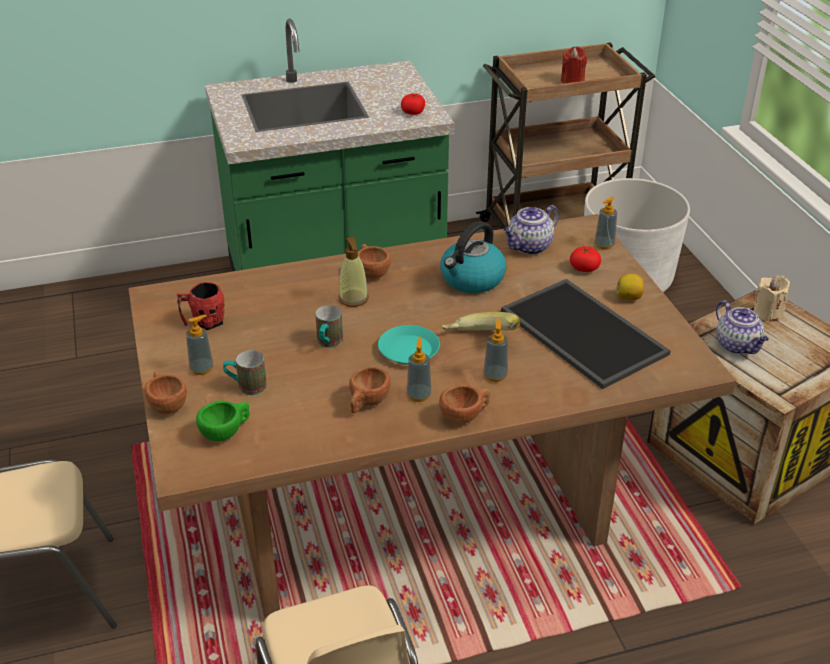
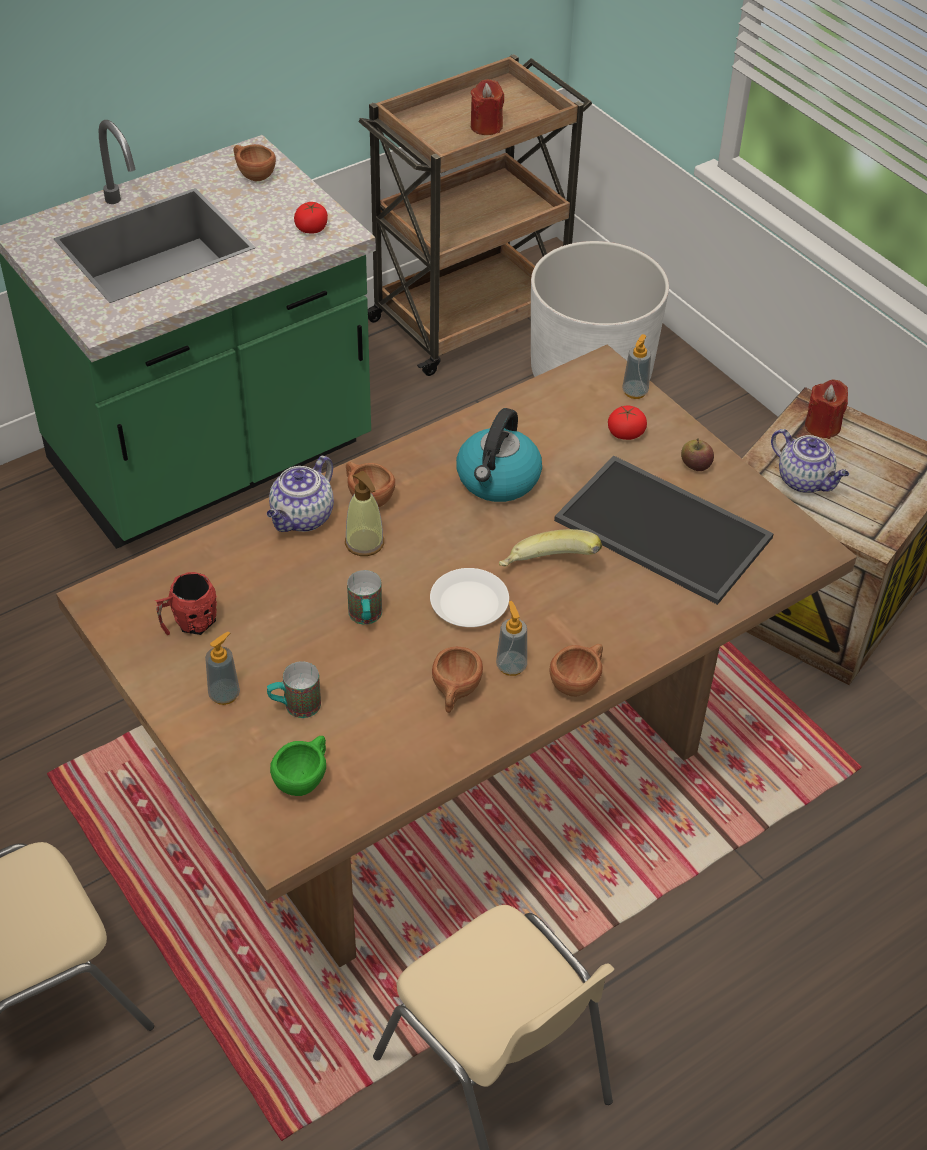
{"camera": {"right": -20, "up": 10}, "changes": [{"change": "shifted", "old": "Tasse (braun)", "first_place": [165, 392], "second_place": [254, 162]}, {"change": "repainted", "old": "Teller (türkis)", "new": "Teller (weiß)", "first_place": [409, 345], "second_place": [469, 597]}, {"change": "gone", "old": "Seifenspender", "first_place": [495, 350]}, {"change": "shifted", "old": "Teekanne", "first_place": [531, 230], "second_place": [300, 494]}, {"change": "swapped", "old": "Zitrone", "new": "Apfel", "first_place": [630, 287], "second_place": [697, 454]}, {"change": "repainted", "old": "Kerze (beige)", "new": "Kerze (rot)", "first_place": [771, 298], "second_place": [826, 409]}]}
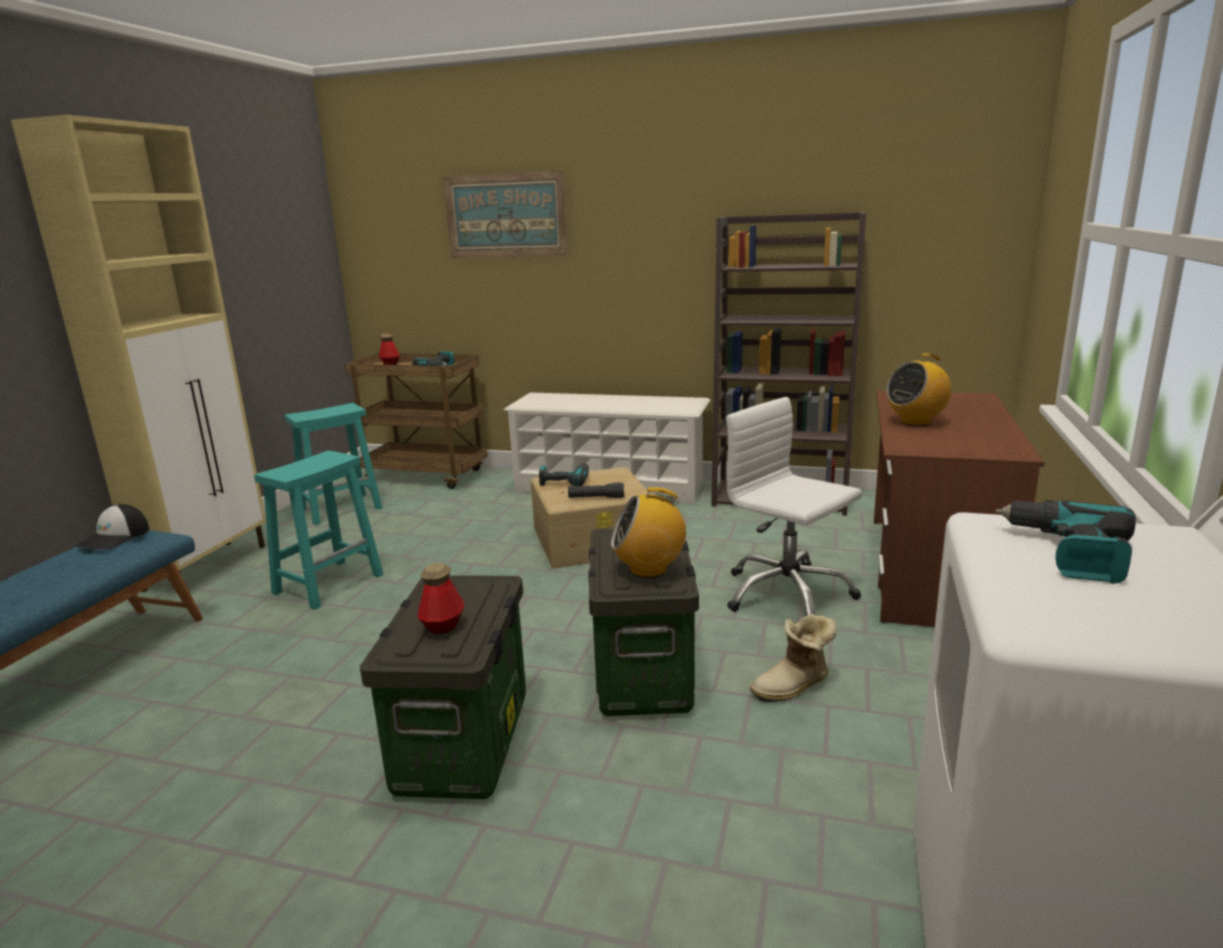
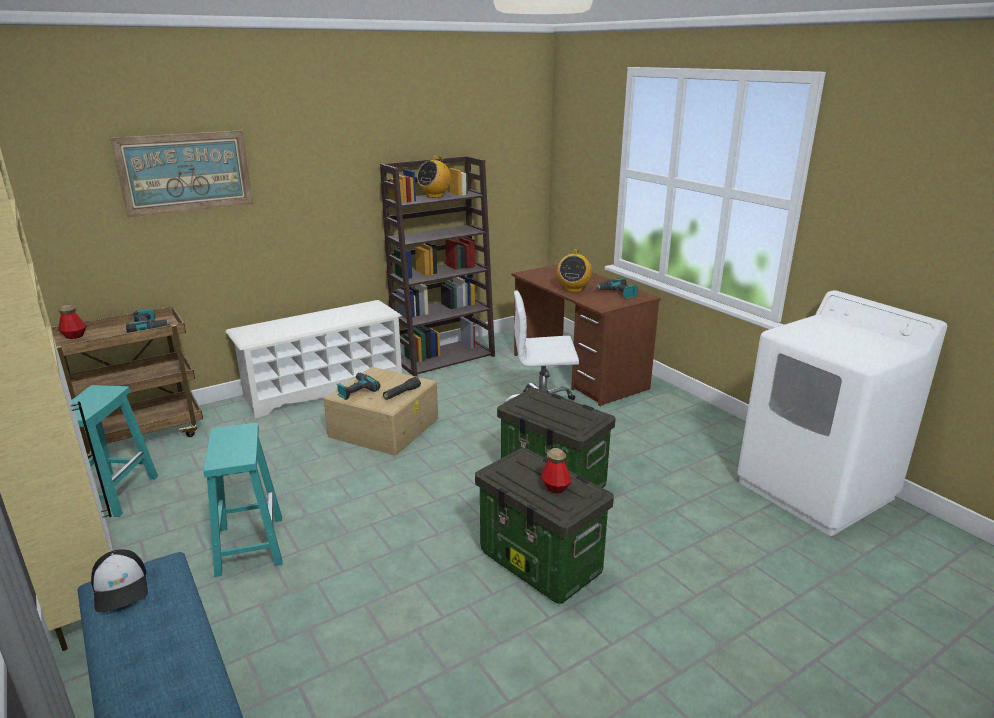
{"camera": {"right": -50, "up": 5}, "changes": [{"change": "shifted", "old": "Radio", "first_place": [648, 532], "second_place": [434, 177]}, {"change": "gone", "old": "Stiefel", "first_place": [793, 657]}, {"change": "shifted", "old": "Bohrmaschine", "first_place": [1065, 542], "second_place": [616, 288]}]}
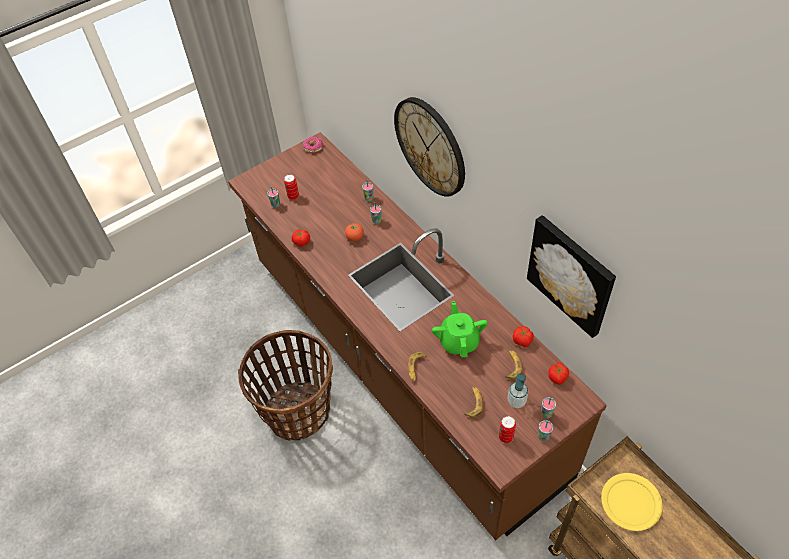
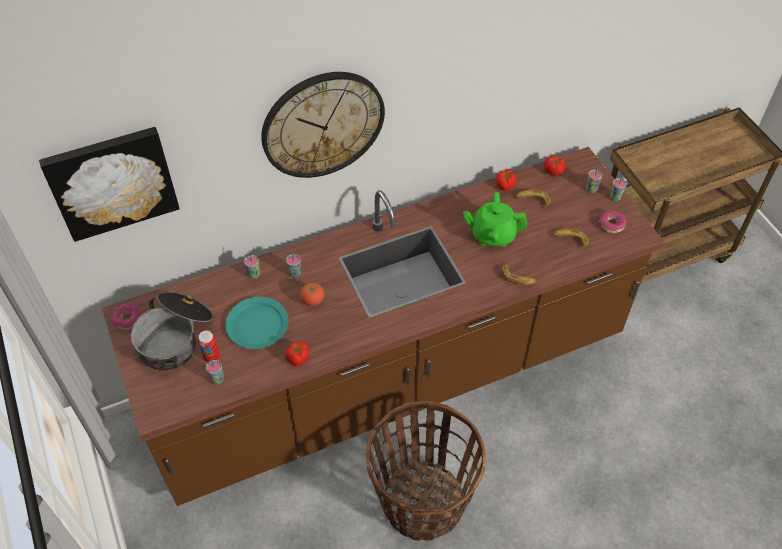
{"camera": {"right": -80, "up": 0}, "changes": [{"change": "swapped", "old": "Dose", "new": "Donut", "first_place": [507, 429], "second_place": [613, 221]}, {"change": "gone", "old": "Seifenspender", "first_place": [518, 391]}, {"change": "shifted", "old": "Bild", "first_place": [571, 276], "second_place": [109, 184]}, {"change": "gone", "old": "Teller (gelb)", "first_place": [631, 502]}, {"change": "new", "new": "Kochtopf", "second_place": [172, 331]}, {"change": "new", "new": "Teller (türkis)", "second_place": [256, 323]}]}
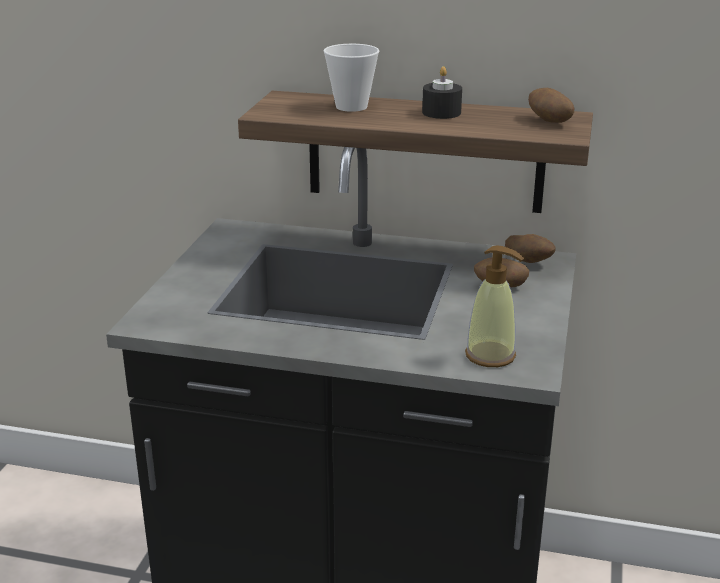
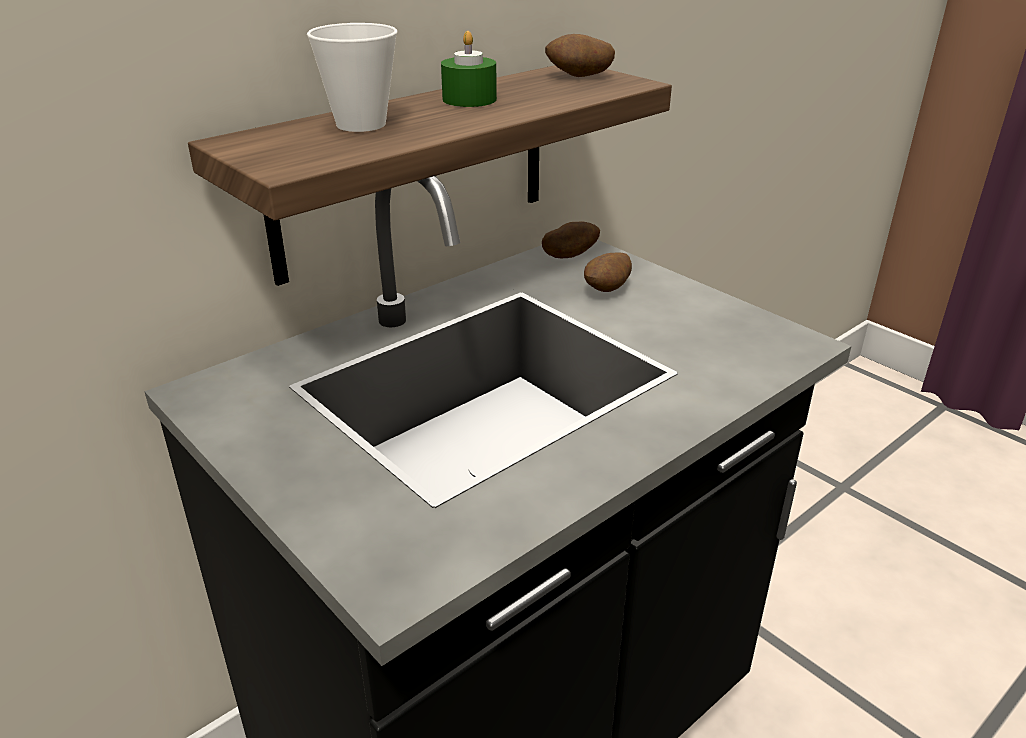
{"camera": {"right": -55, "up": 5}, "changes": [{"change": "repainted", "old": "Kerze (schwarz)", "new": "Kerze (grün)", "first_place": [442, 92], "second_place": [469, 69]}, {"change": "gone", "old": "Seifenspender", "first_place": [494, 306]}]}
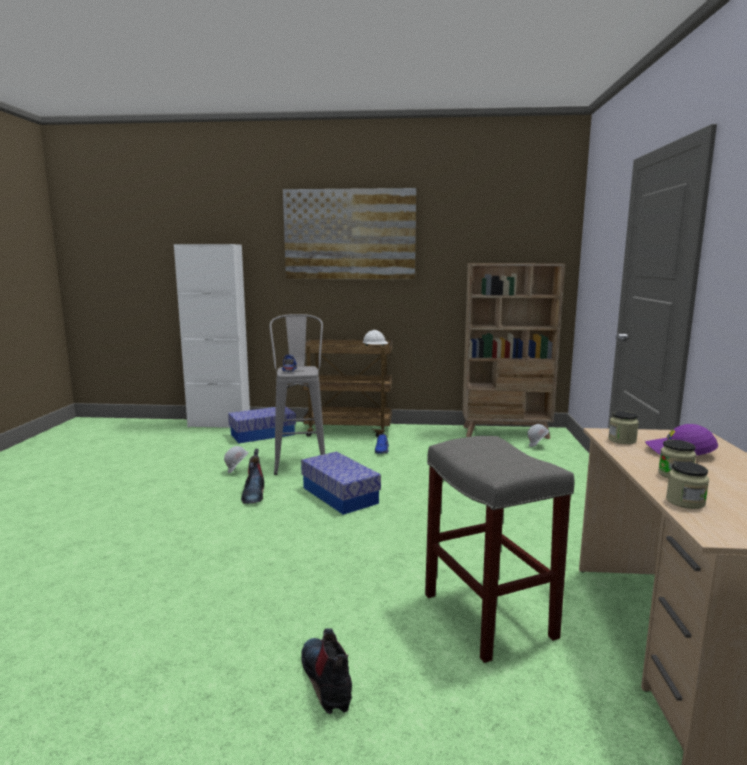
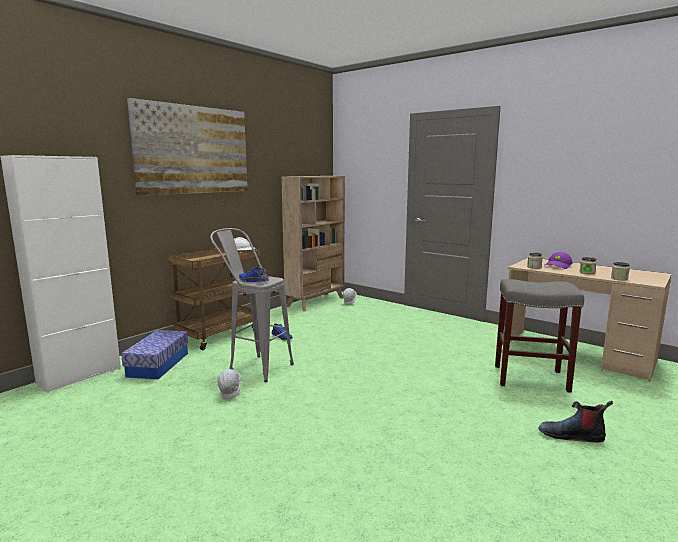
{"camera": {"right": -55, "up": 0}, "changes": [{"change": "gone", "old": "Stiefel", "first_place": [252, 476]}, {"change": "gone", "old": "Aufbewahrungsbox", "first_place": [341, 483]}]}
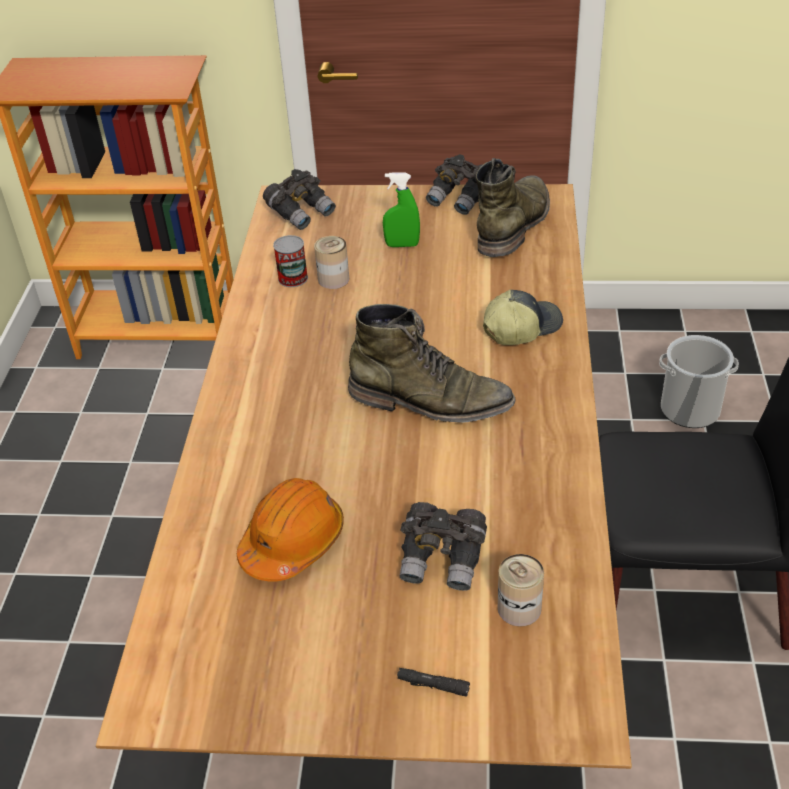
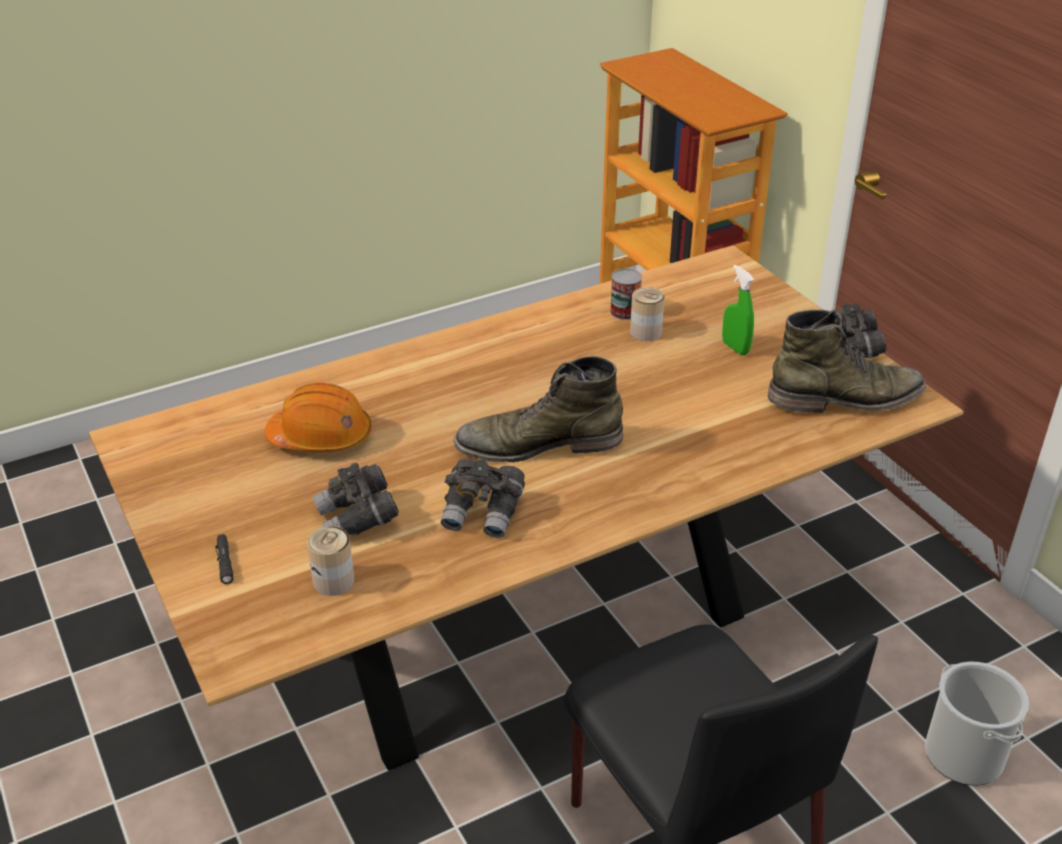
{"camera": {"right": 55, "up": -5}, "changes": [{"change": "shifted", "old": "Fernglas (grau)", "first_place": [299, 199], "second_place": [483, 498]}, {"change": "rotated", "old": "Stiefel (grün)", "first_place": [432, 363], "second_place": [538, 409], "degrees": 105}, {"change": "gone", "old": "Kappe", "first_place": [523, 317]}]}
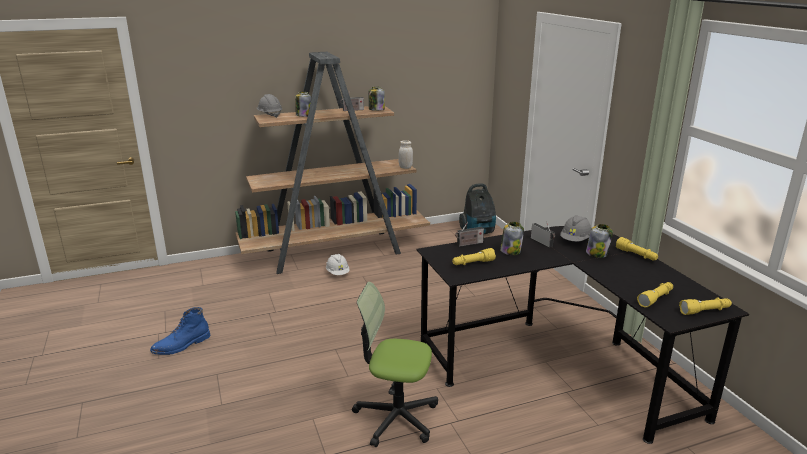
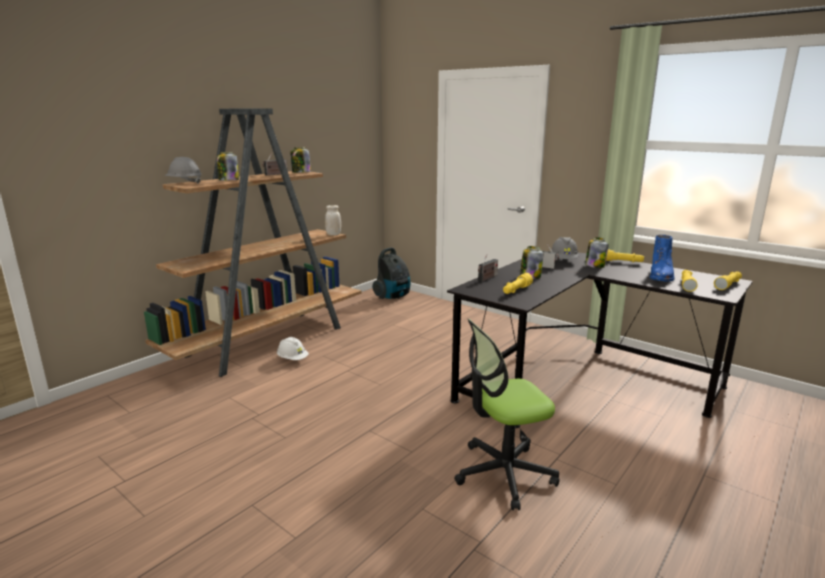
{"camera": {"right": -30, "up": -5}, "changes": [{"change": "shifted", "old": "Stiefel (blau)", "first_place": [180, 331], "second_place": [662, 258]}]}
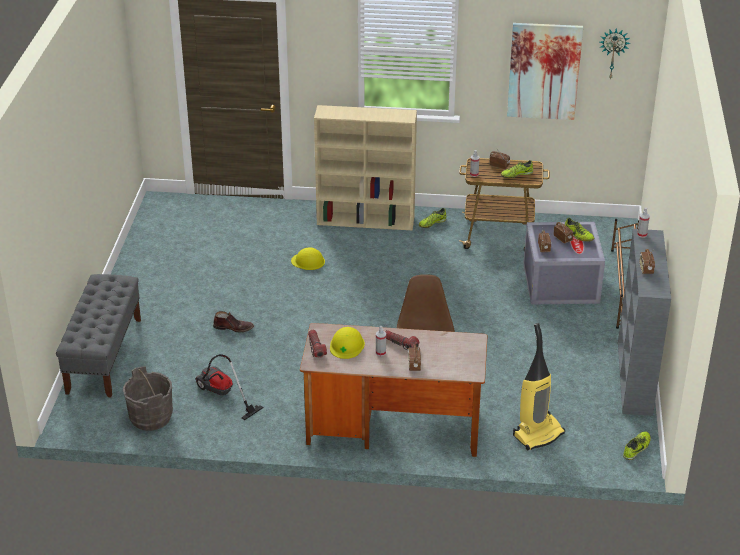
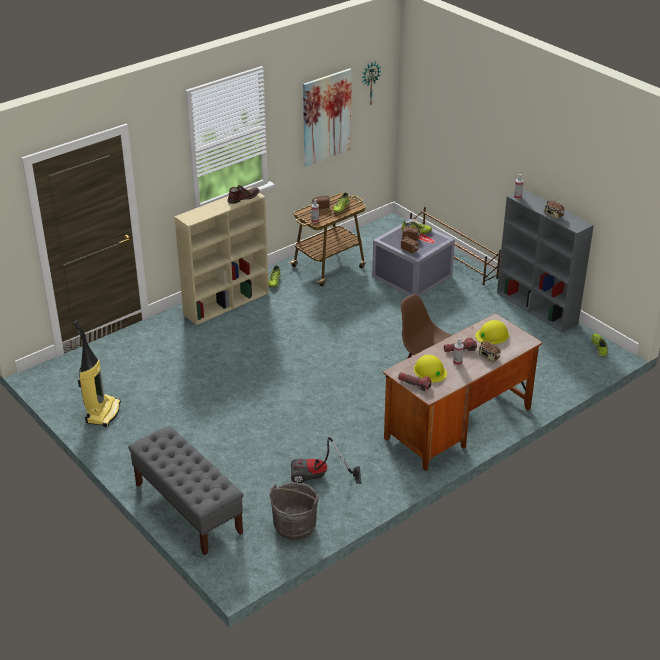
{"camera": {"right": -45, "up": 0}, "changes": [{"change": "shifted", "old": "Stiefel (braun)", "first_place": [233, 322], "second_place": [243, 194]}, {"change": "shifted", "old": "Schutzhelm (gelb)", "first_place": [308, 258], "second_place": [492, 332]}, {"change": "shifted", "old": "Staubsauger", "first_place": [539, 386], "second_place": [97, 374]}]}
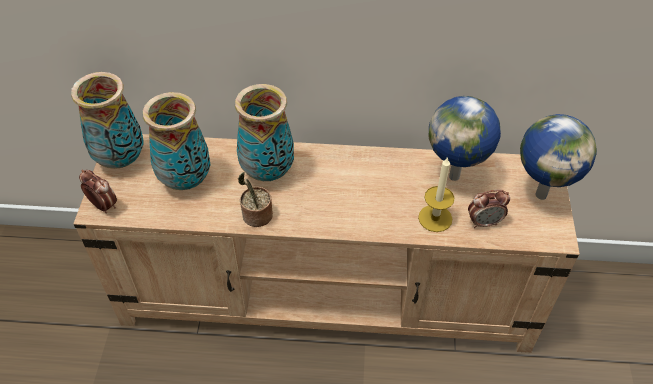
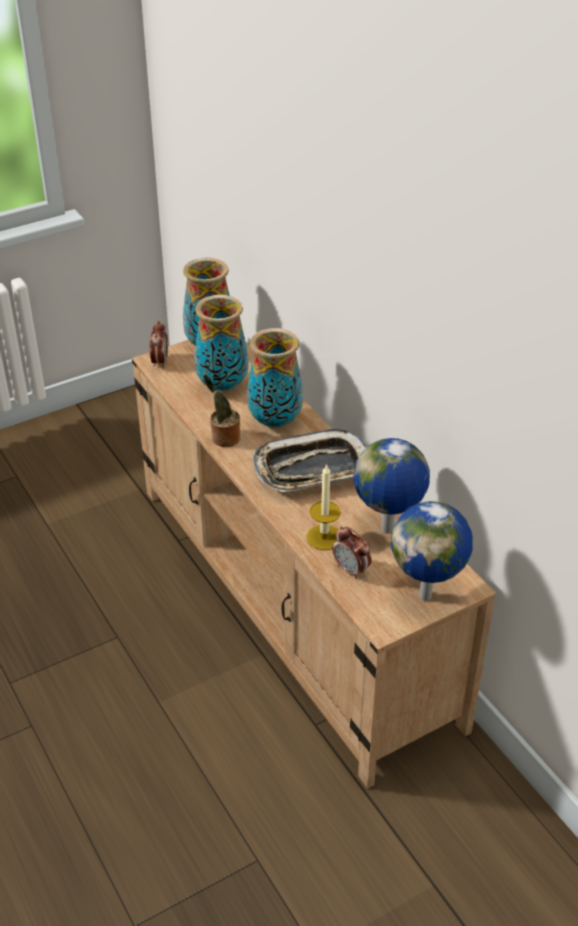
{"camera": {"right": 55, "up": -10}, "changes": [{"change": "new", "new": "Tablett", "second_place": [310, 460]}]}
